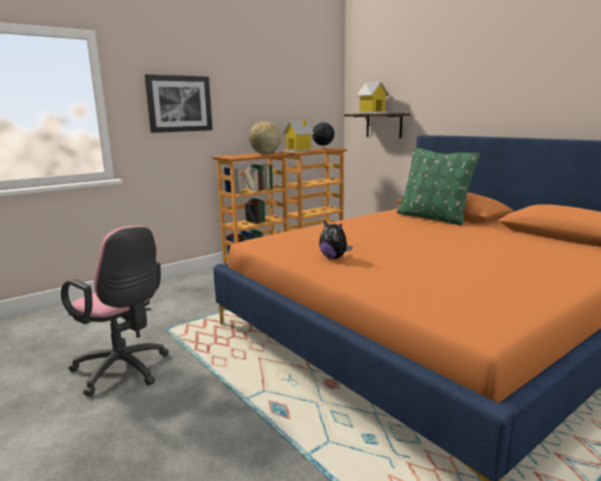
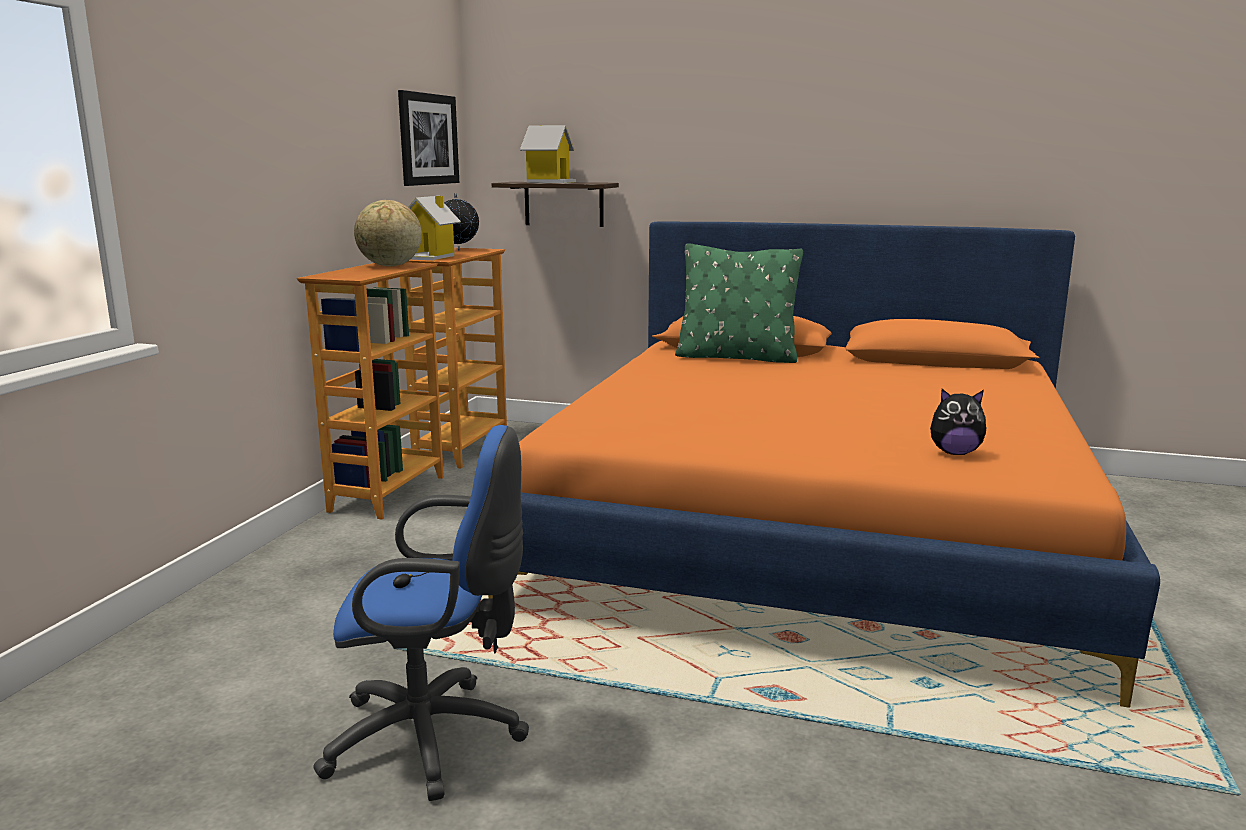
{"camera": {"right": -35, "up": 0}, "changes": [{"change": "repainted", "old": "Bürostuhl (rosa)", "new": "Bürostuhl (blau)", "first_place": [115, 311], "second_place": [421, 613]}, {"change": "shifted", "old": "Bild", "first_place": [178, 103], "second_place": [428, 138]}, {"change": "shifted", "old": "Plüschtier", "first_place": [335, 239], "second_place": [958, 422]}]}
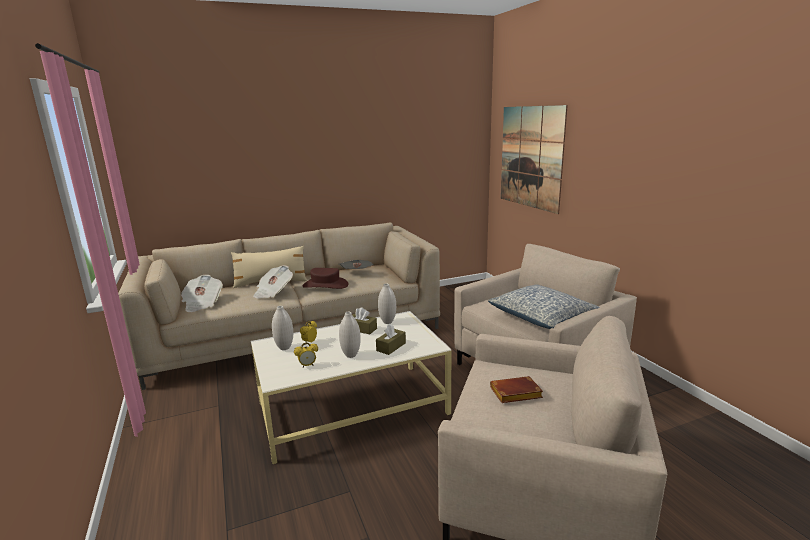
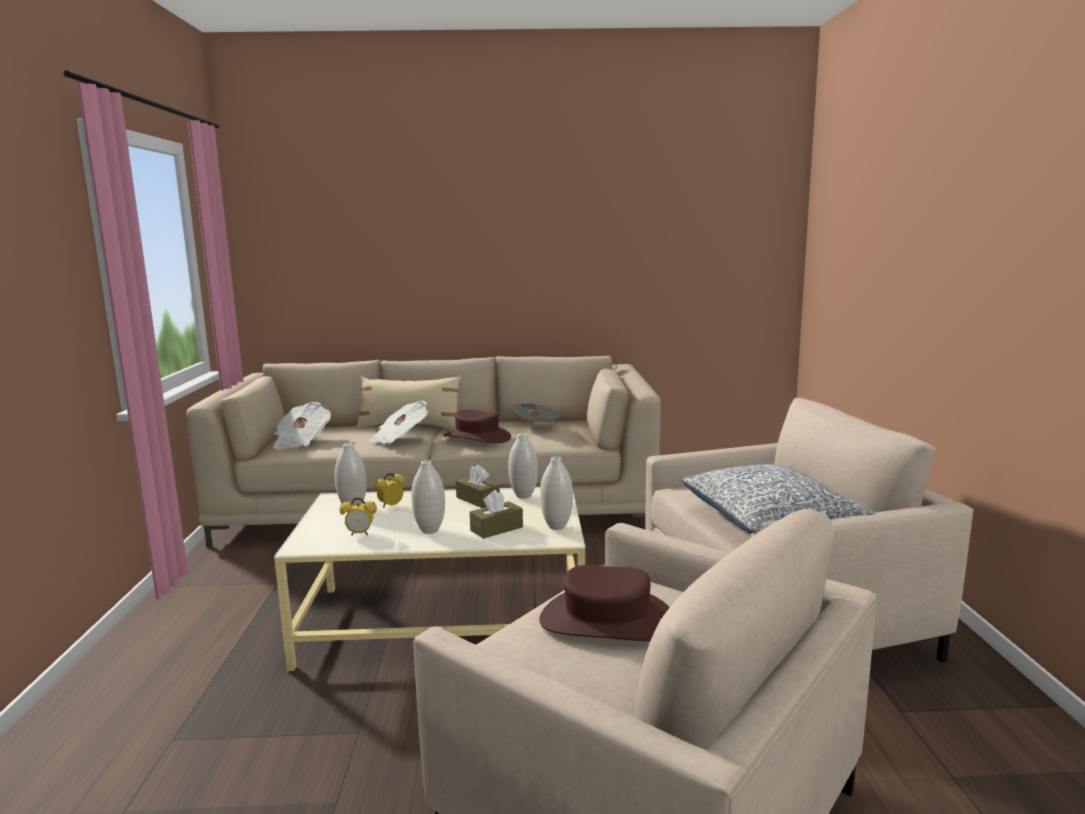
{"camera": {"right": 20, "up": -5}, "changes": [{"change": "swapped", "old": "Buch (braun)", "new": "Hut (braun)", "first_place": [516, 389], "second_place": [604, 603]}, {"change": "gone", "old": "Bild", "first_place": [534, 159]}, {"change": "new", "new": "Vase (weiß)", "second_place": [556, 493]}]}
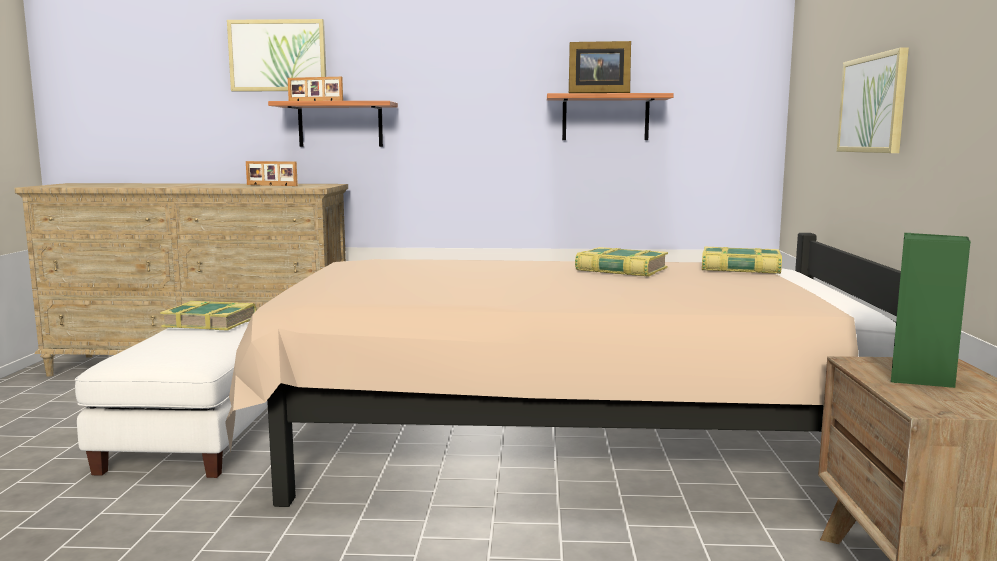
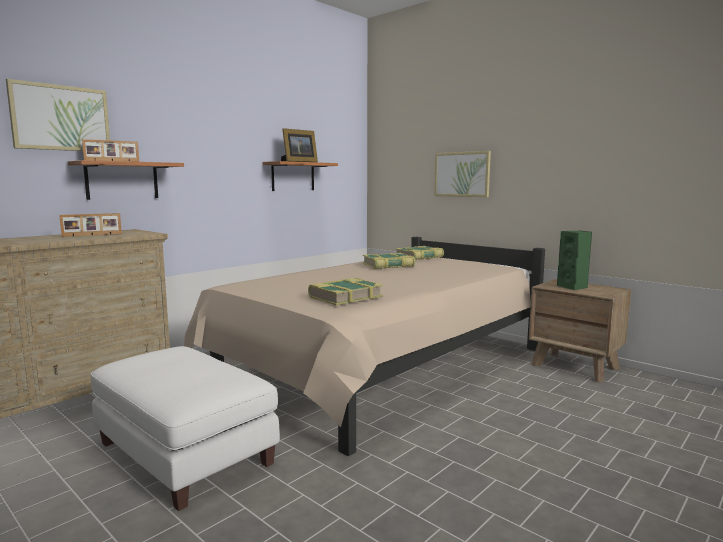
{"camera": {"right": -50, "up": 0}, "changes": [{"change": "shifted", "old": "Buch", "first_place": [208, 316], "second_place": [345, 291]}]}
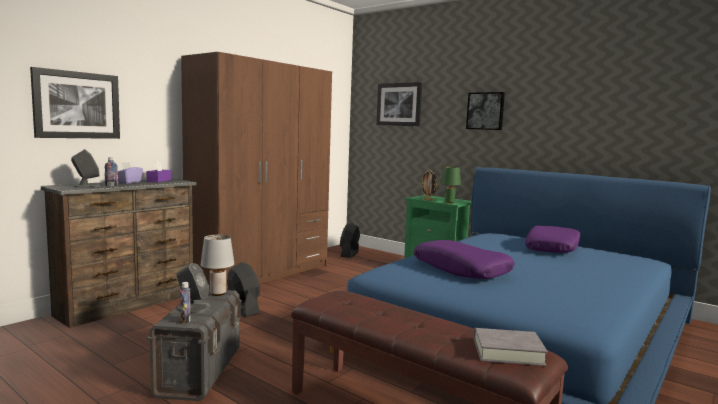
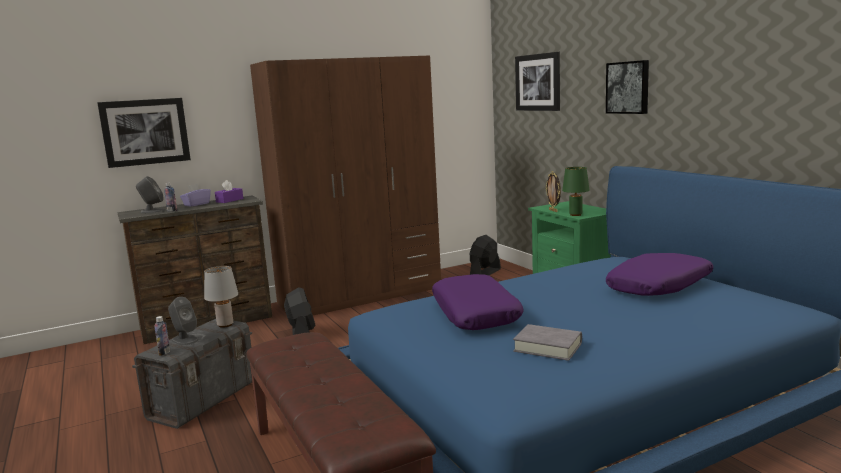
{"camera": {"right": 25, "up": 5}, "changes": [{"change": "shifted", "old": "Buch (grau)", "first_place": [511, 347], "second_place": [547, 342]}]}
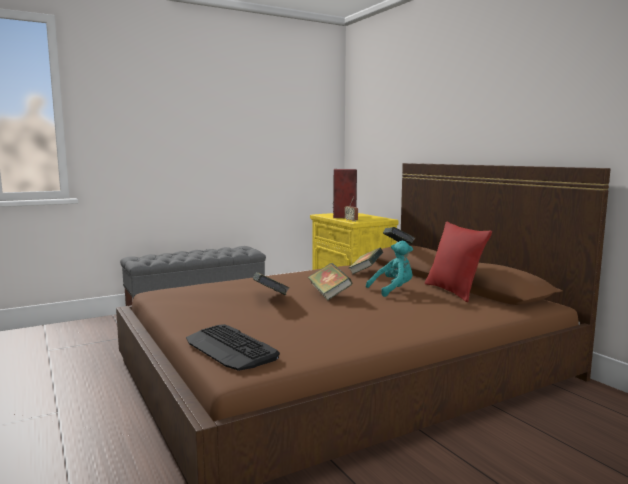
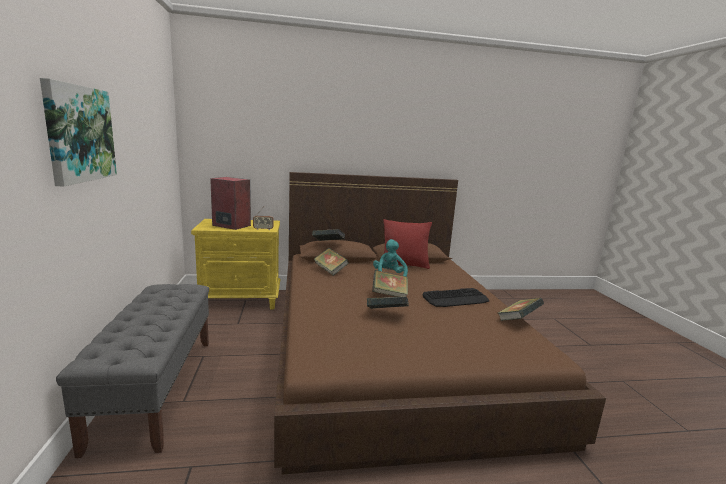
{"camera": {"right": -70, "up": 5}, "changes": [{"change": "shifted", "old": "Tastatur", "first_place": [233, 347], "second_place": [456, 297]}, {"change": "new", "new": "Bild", "second_place": [78, 132]}, {"change": "new", "new": "Buch", "second_place": [521, 309]}]}
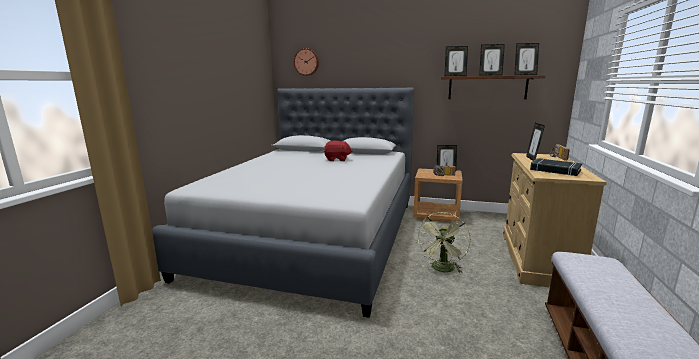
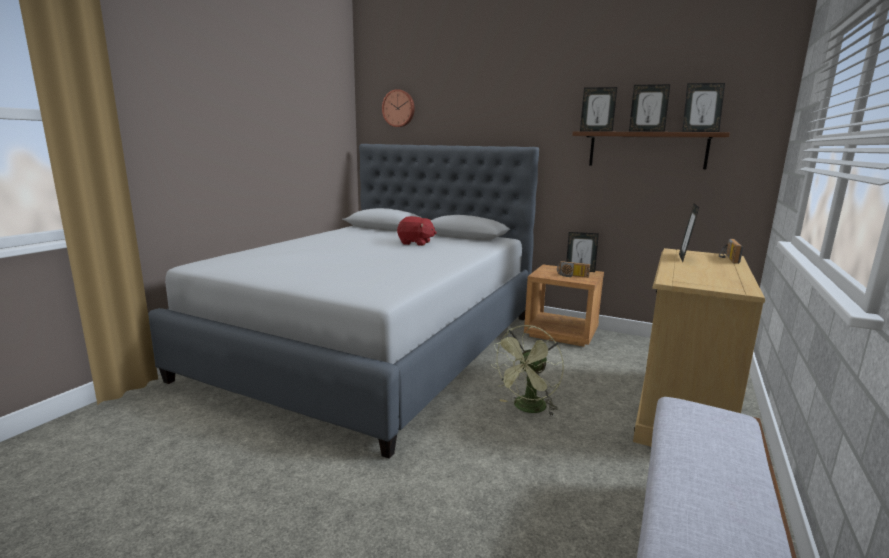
{"camera": {"right": 10, "up": 0}, "changes": [{"change": "gone", "old": "Buch (schwarz)", "first_place": [556, 167]}]}
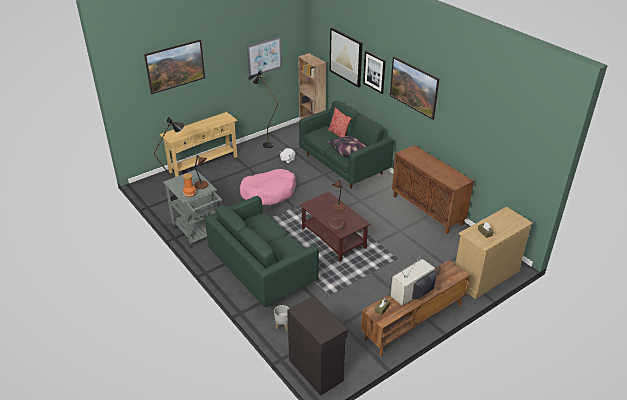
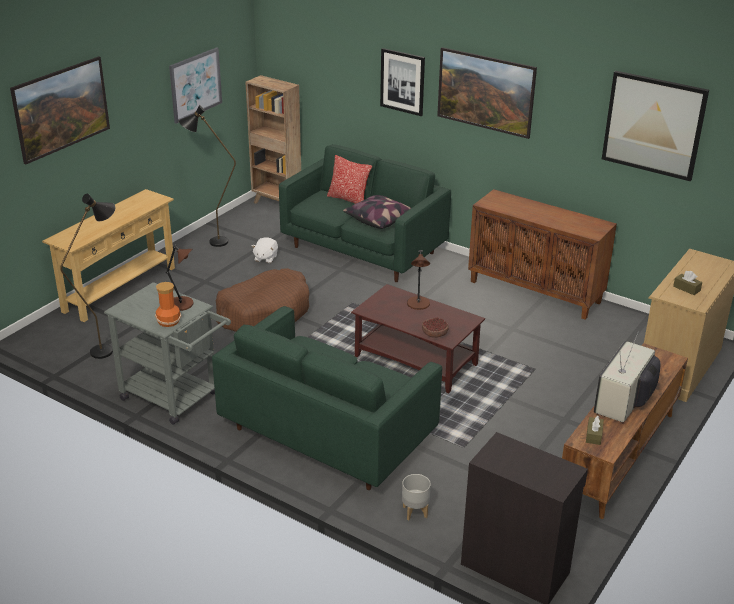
{"camera": {"right": -20, "up": -5}, "changes": [{"change": "repainted", "old": "Hundebett (rosa)", "new": "Hundebett (braun)", "first_place": [268, 187], "second_place": [262, 300]}, {"change": "shifted", "old": "Bild", "first_place": [346, 57], "second_place": [655, 126]}]}
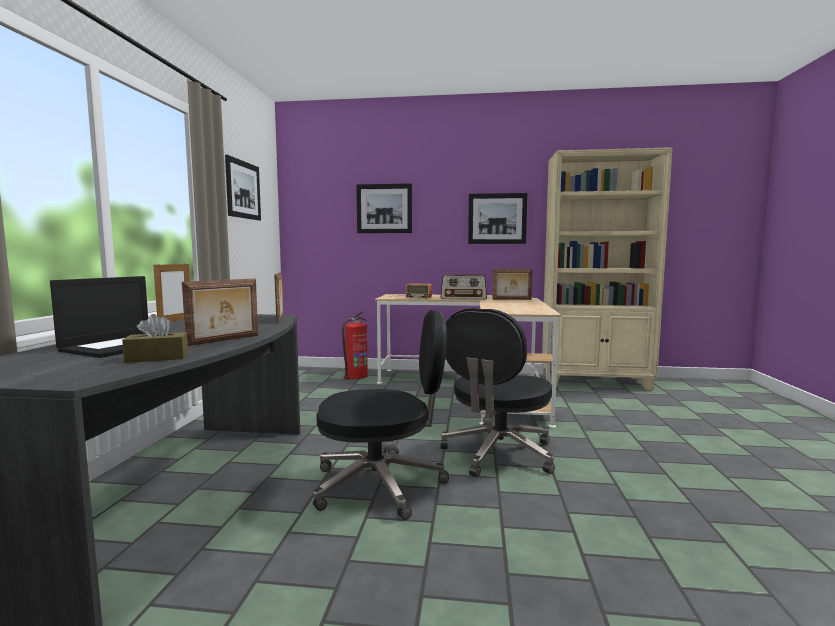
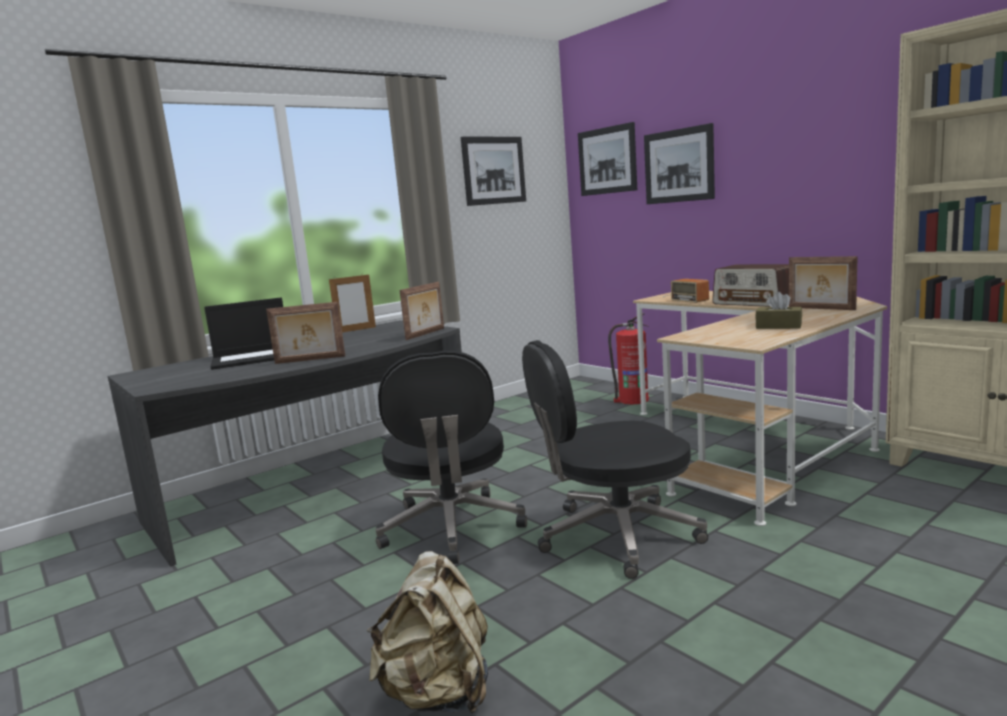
{"camera": {"right": 45, "up": 5}, "changes": [{"change": "shifted", "old": "Taschentuchbox (braun)", "first_place": [155, 338], "second_place": [778, 310]}, {"change": "rotated", "old": "Bürostuhl (schwarz)", "first_place": [381, 415], "second_place": [451, 457], "degrees": 45}, {"change": "shifted", "old": "Bild", "first_place": [497, 218], "second_place": [607, 159]}, {"change": "new", "new": "Rucksack (beige)", "second_place": [427, 632]}]}
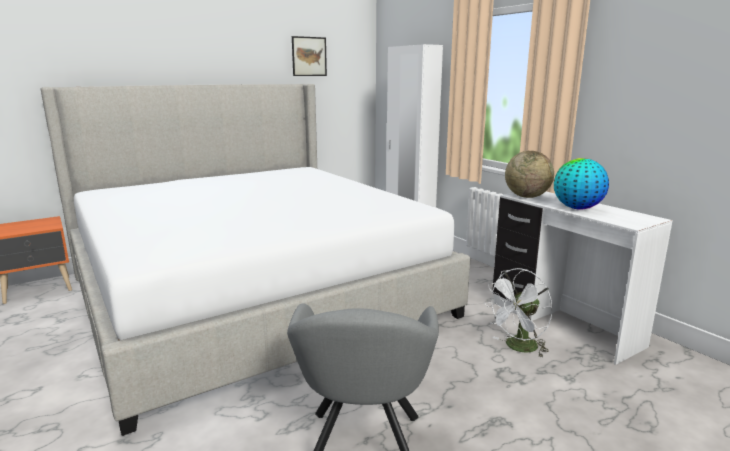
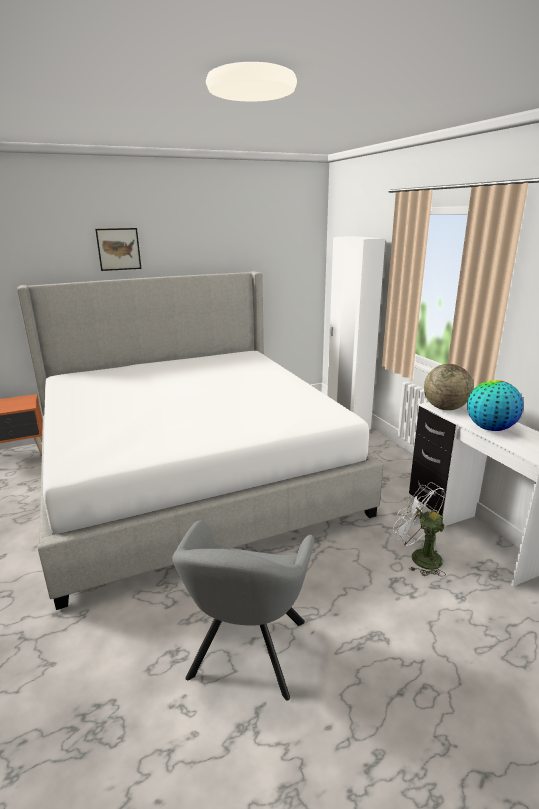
{"camera": {"right": 10, "up": 5}, "changes": [{"change": "shifted", "old": "Bild", "first_place": [309, 56], "second_place": [118, 249]}, {"change": "rotated", "old": "Ventilator (weiß)", "first_place": [518, 313], "second_place": [419, 529], "degrees": 75}]}
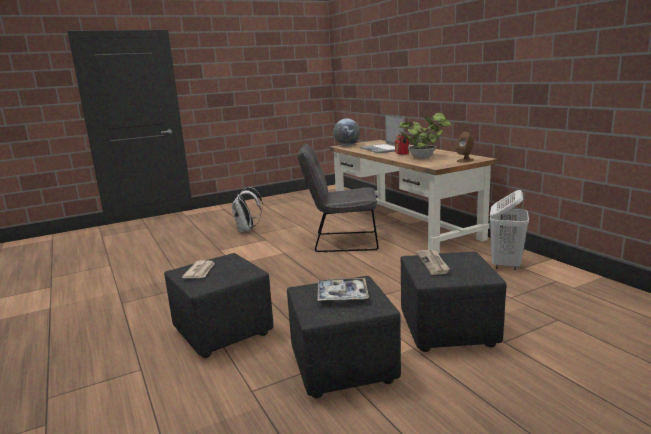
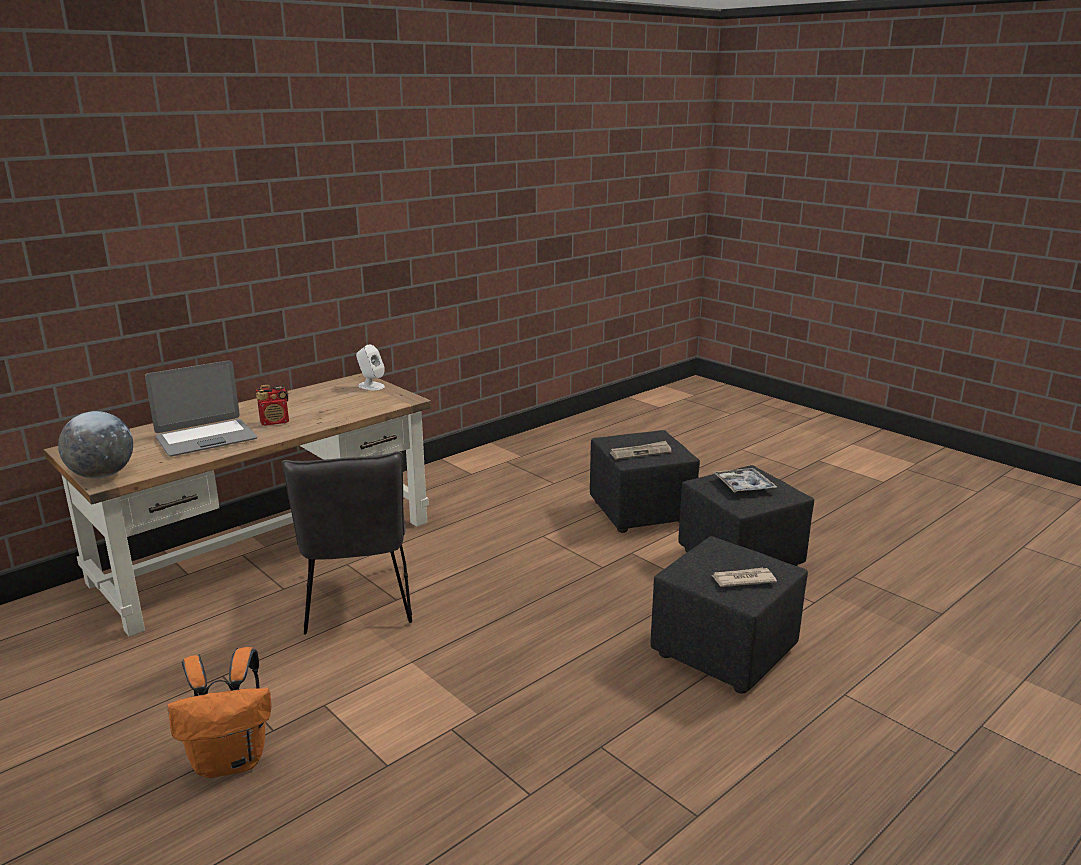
{"camera": {"right": -105, "up": 5}, "changes": [{"change": "repainted", "old": "Rucksack (weiß)", "new": "Rucksack (orange)", "first_place": [247, 209], "second_place": [219, 712]}, {"change": "gone", "old": "Topfpflanze", "first_place": [425, 136]}, {"change": "repainted", "old": "Lautsprecher (braun)", "new": "Lautsprecher (weiß)", "first_place": [465, 147], "second_place": [370, 367]}, {"change": "gone", "old": "Wäschekorb (weiß)", "first_place": [509, 230]}]}
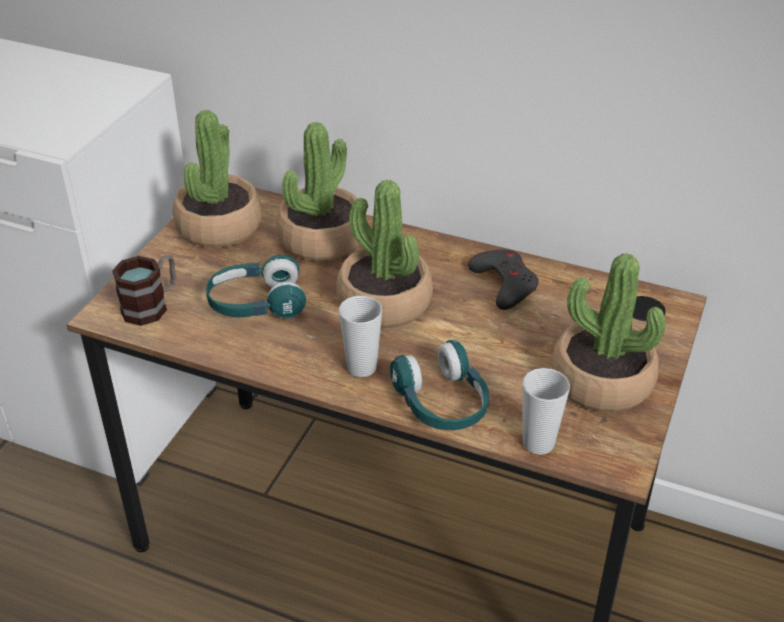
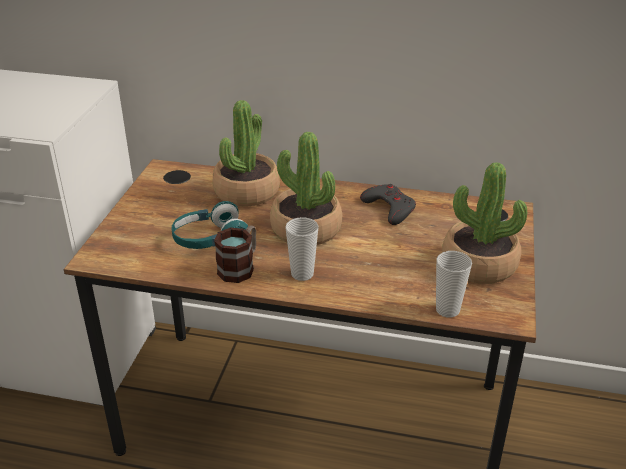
{"camera": {"right": -10, "up": -5}, "changes": [{"change": "shifted", "old": "Henkelbecher", "first_place": [144, 290], "second_place": [235, 254]}, {"change": "gone", "old": "Topfpflanze", "first_place": [217, 179]}, {"change": "gone", "old": "Kopfhörer (türkis)", "first_place": [439, 385]}]}
